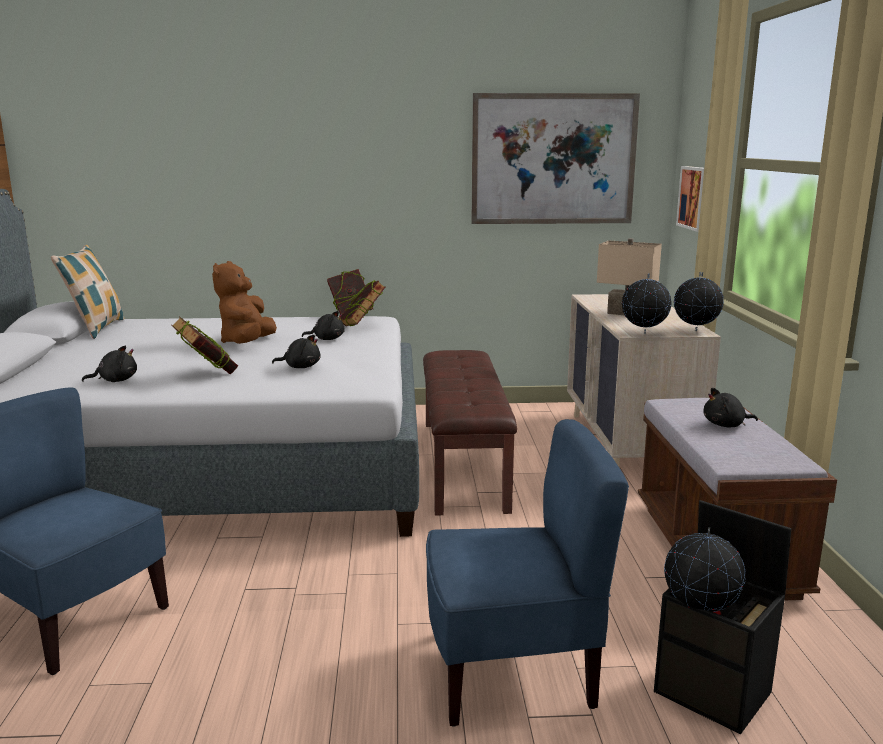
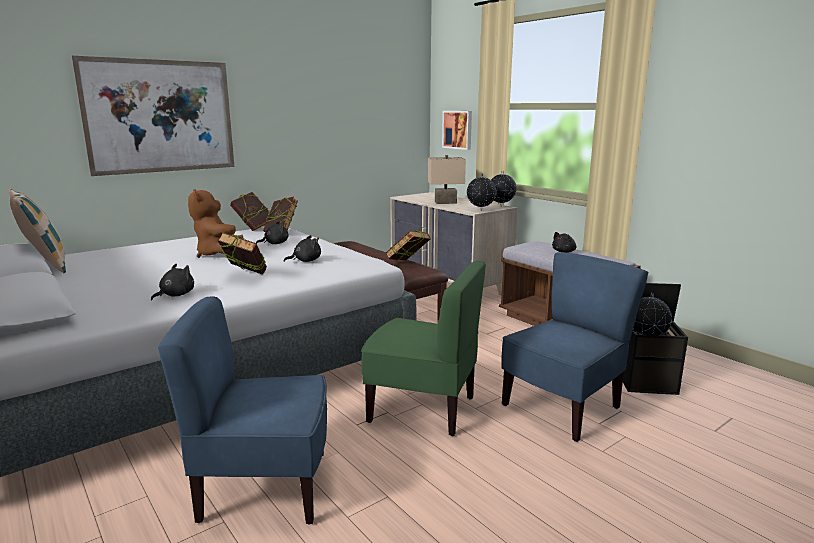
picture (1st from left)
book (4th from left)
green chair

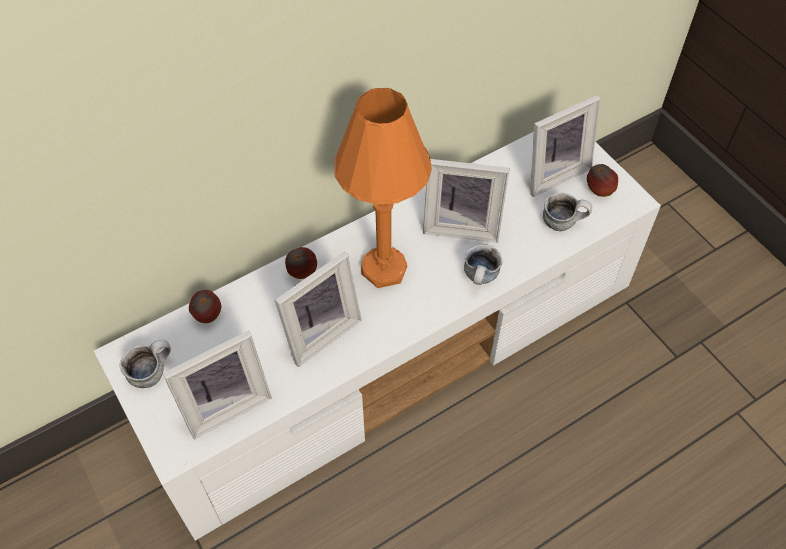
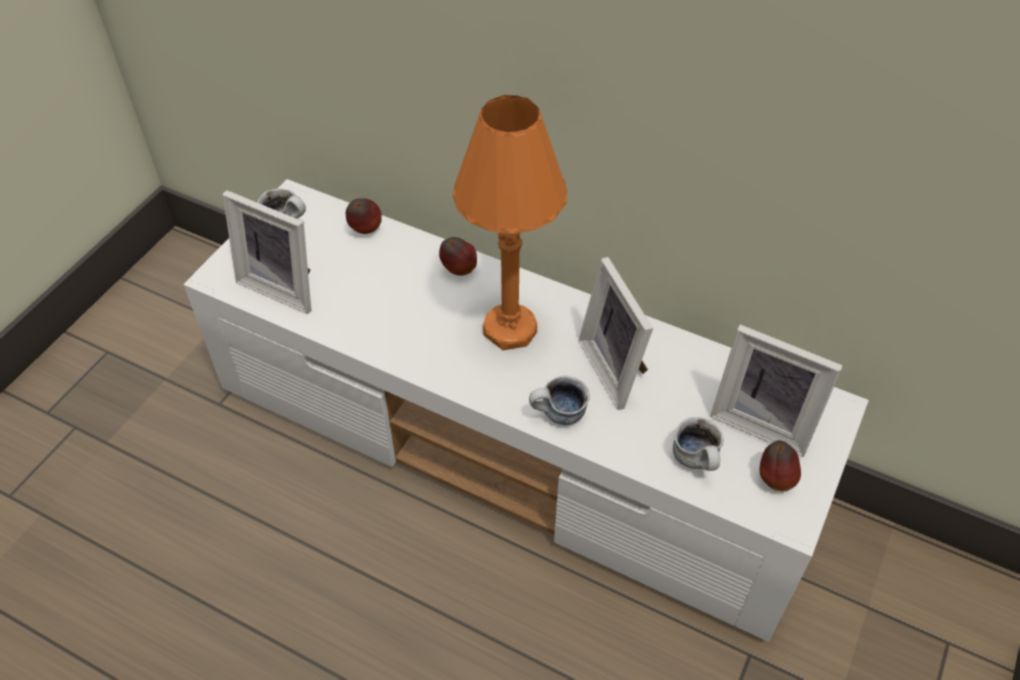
picture frame (2nd from left in the first image)

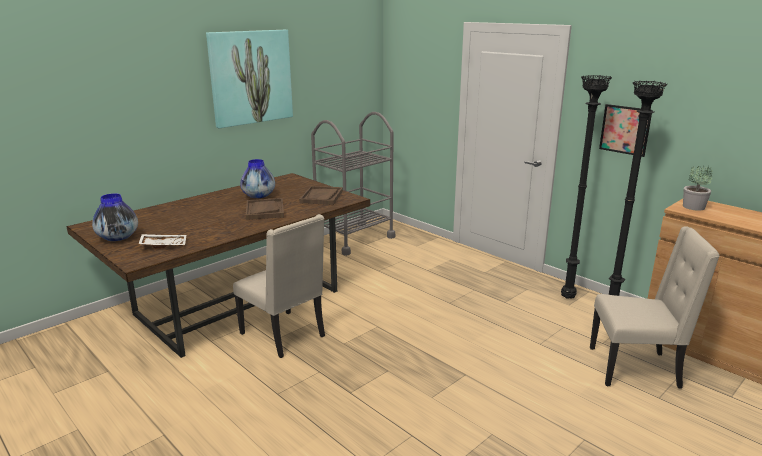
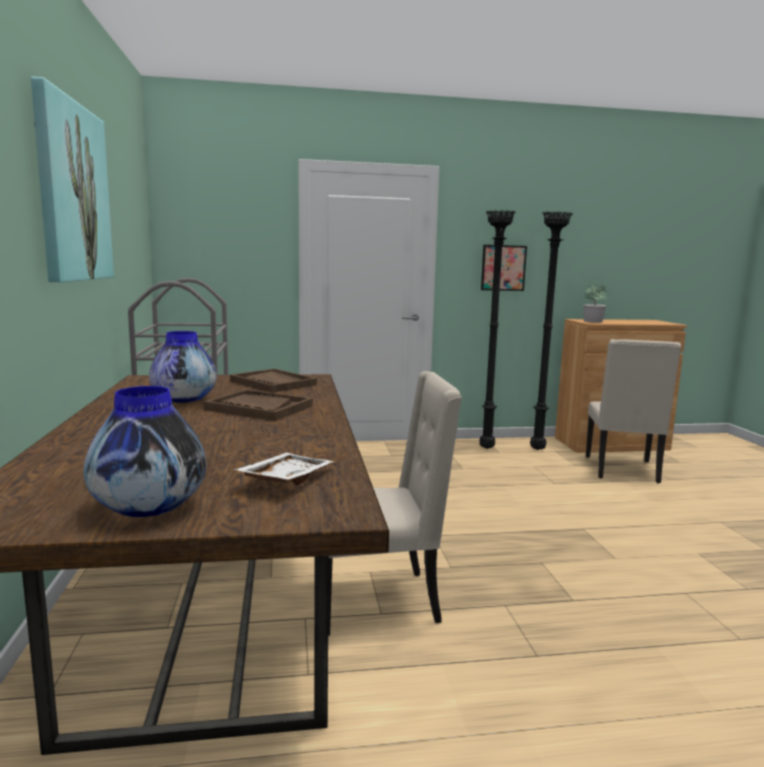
beige chair (2nd from left)

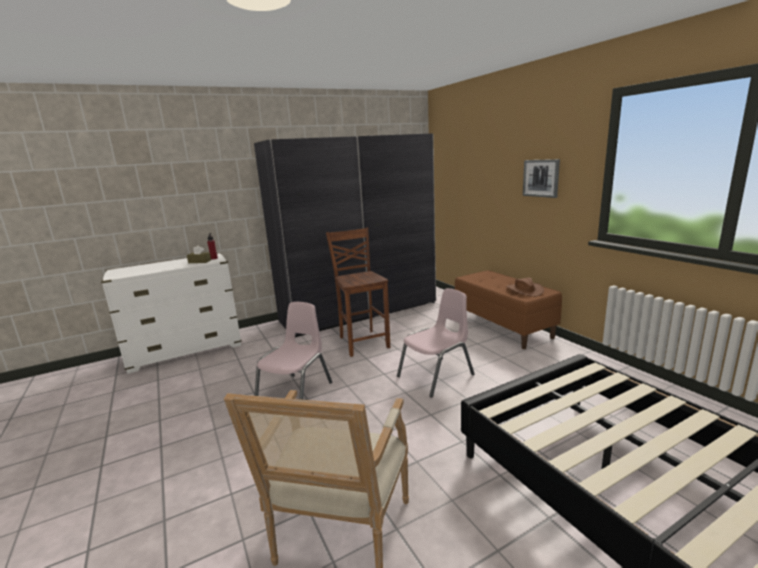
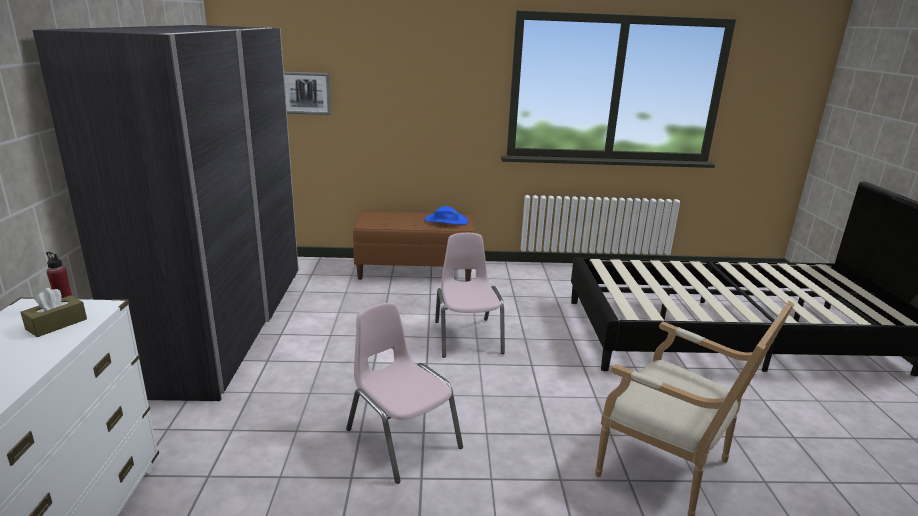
picture
brown chair
blue hat

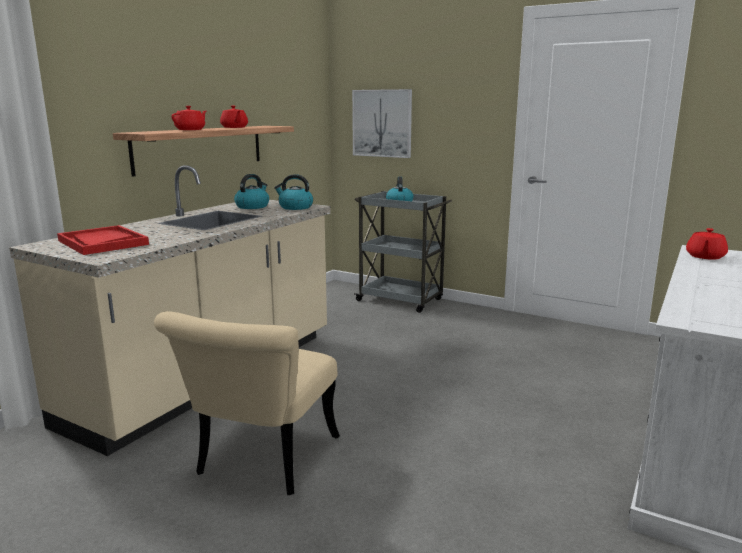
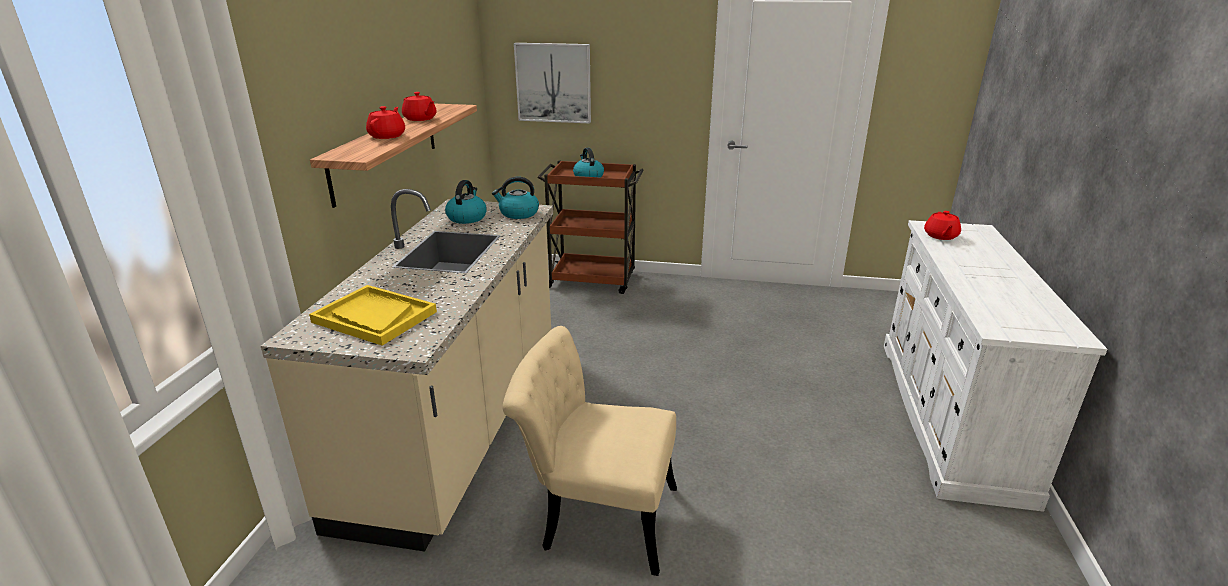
brown cart
yellow tray
beige chair

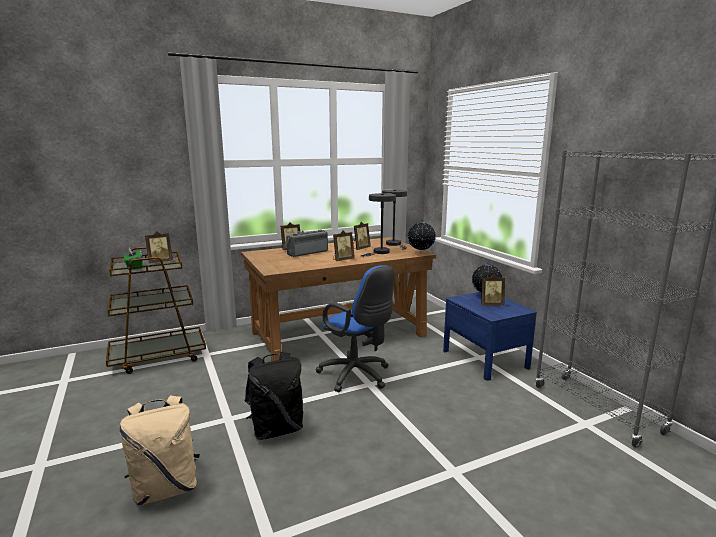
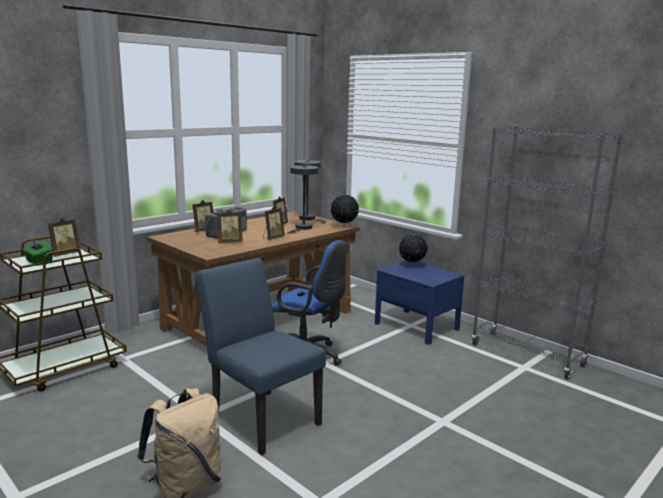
picture frame (3rd from left)
blue chair

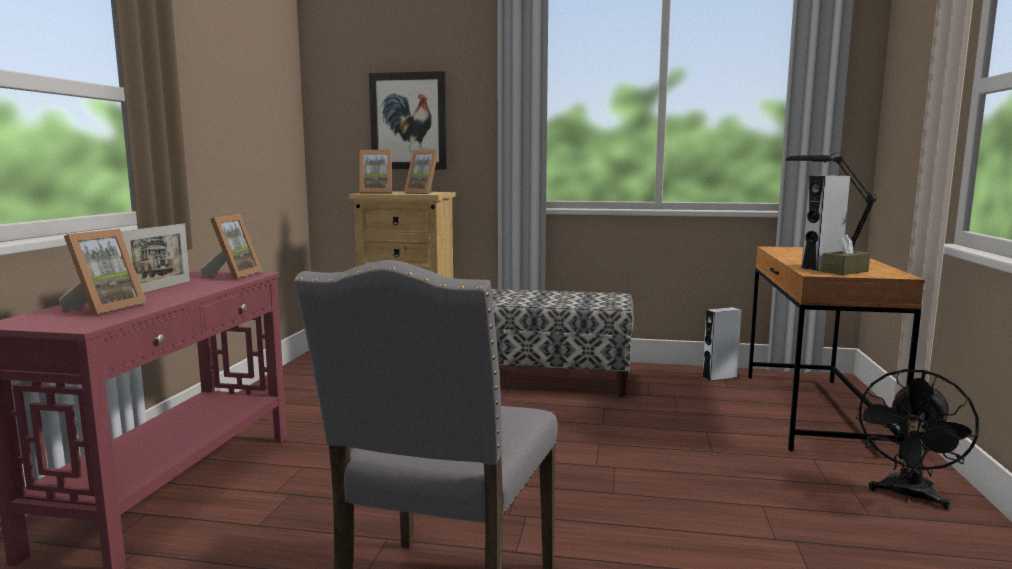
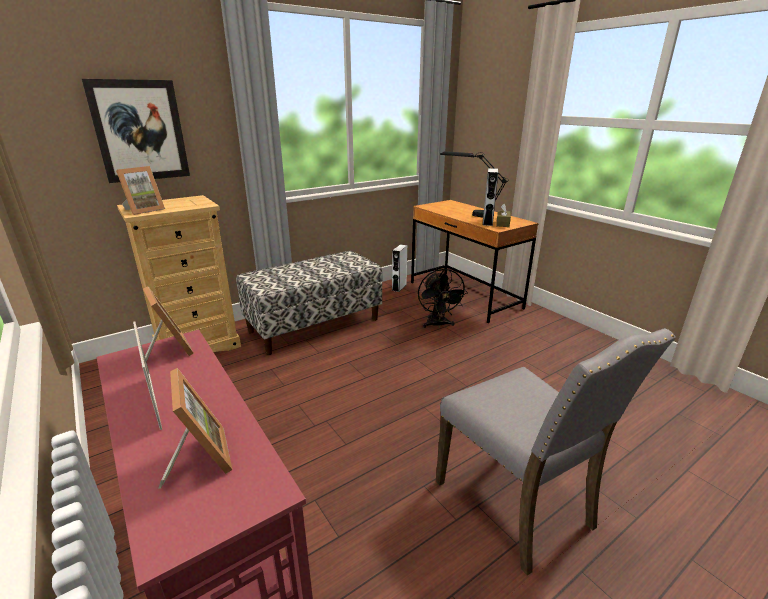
picture frame (5th from left in the first image)
black fan

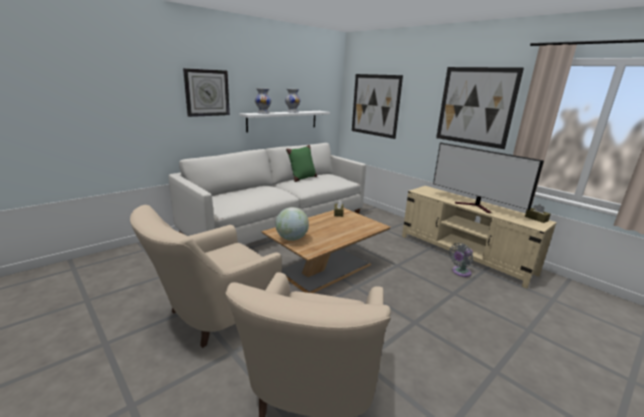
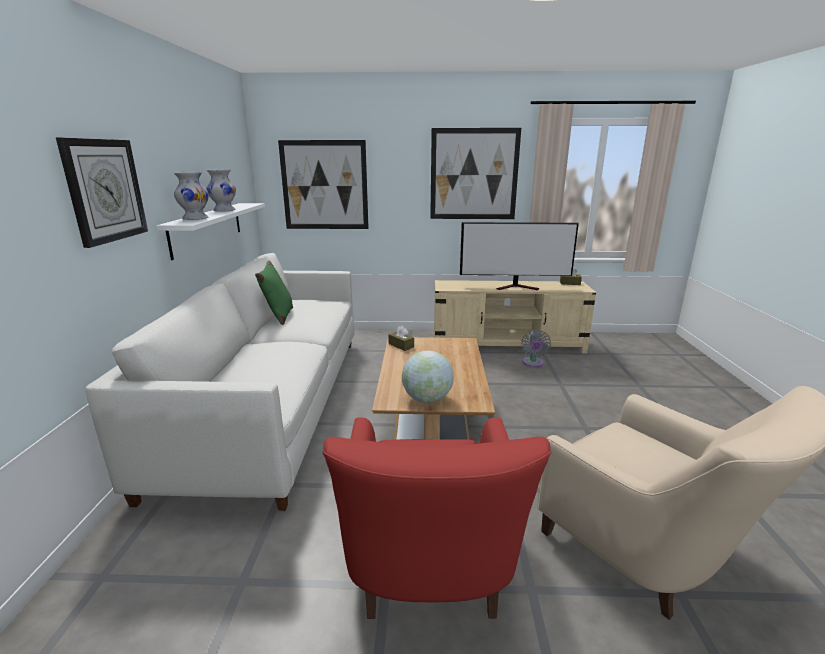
red armchair

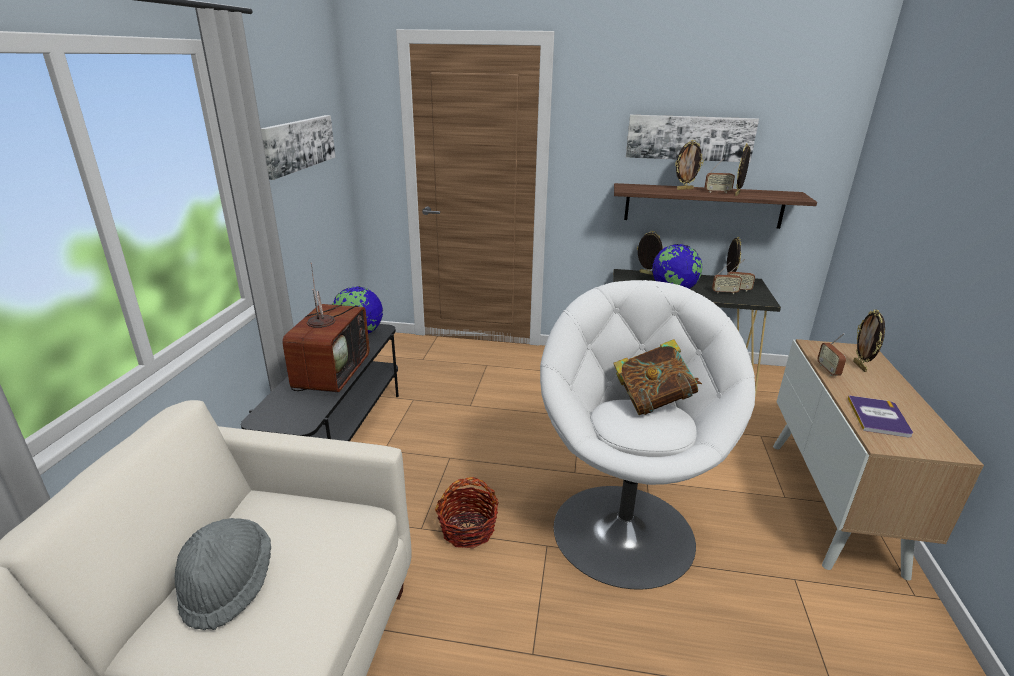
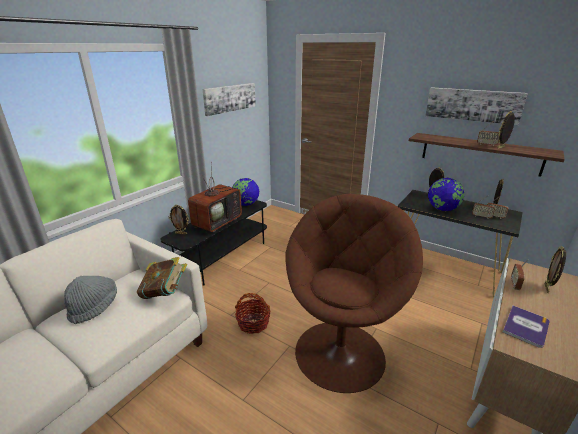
picture frame (1st from left)
brown armchair
book (1st from left)

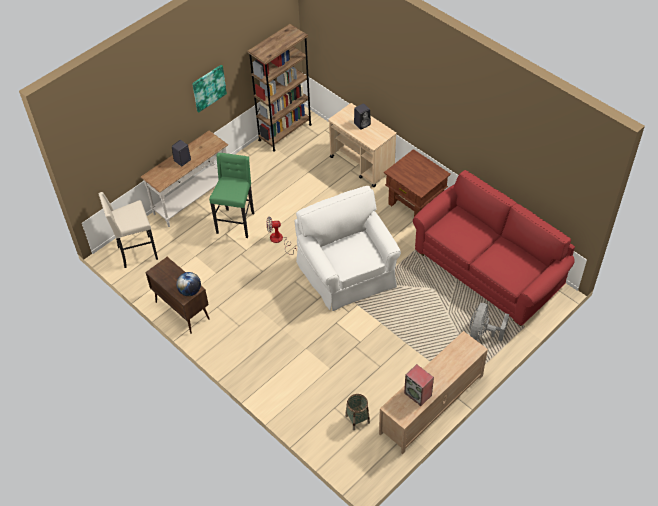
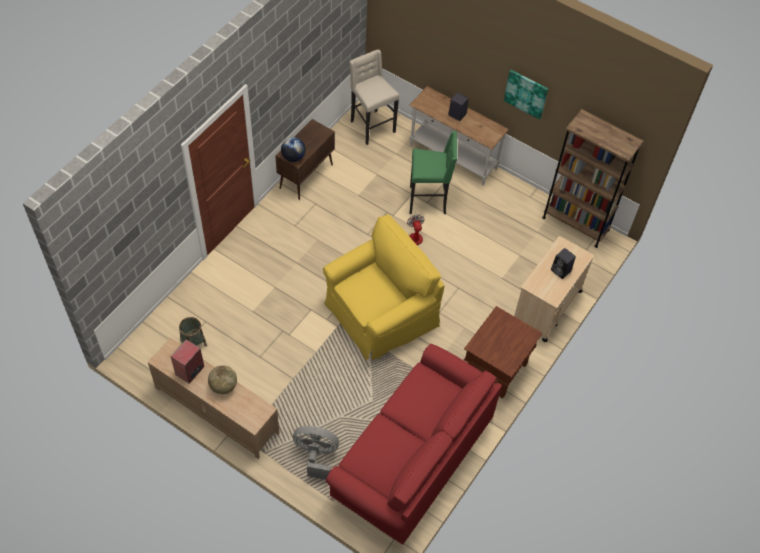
yellow armchair
globe (1st from left)

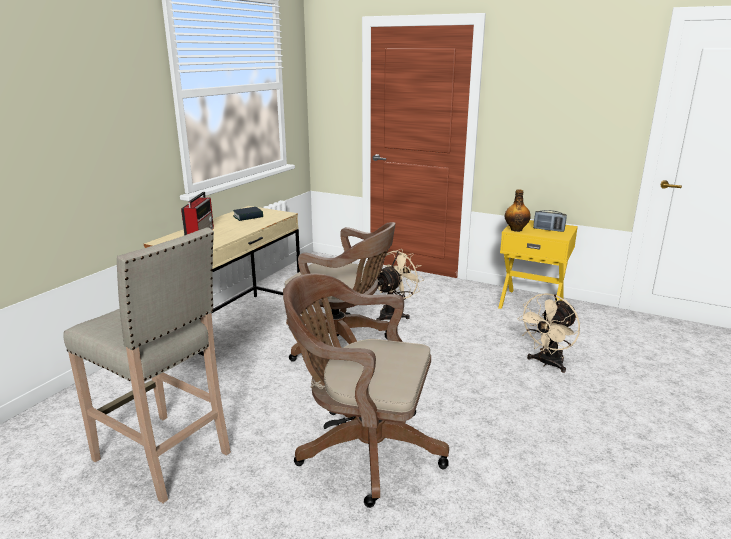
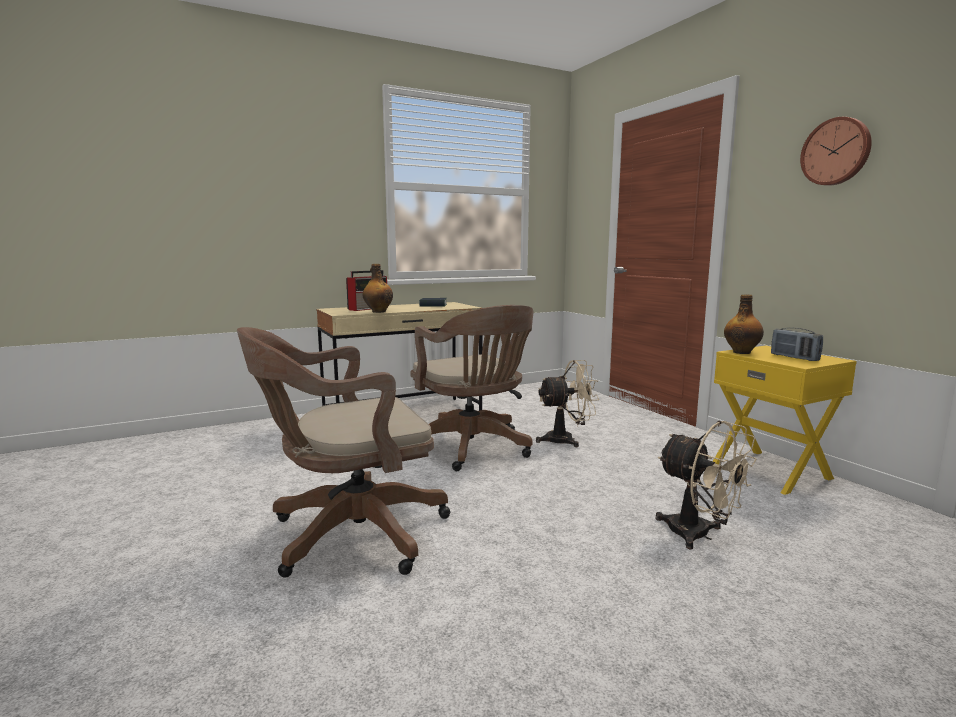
beige stool
brown office chair (1st from left)
beige fan (2nd from left)
wall clock
bottle (1st from left)

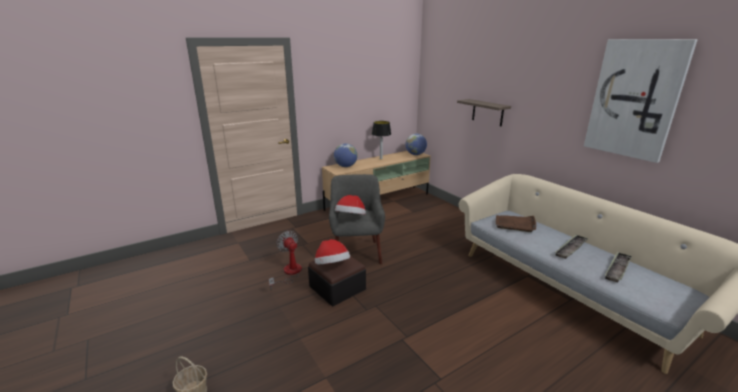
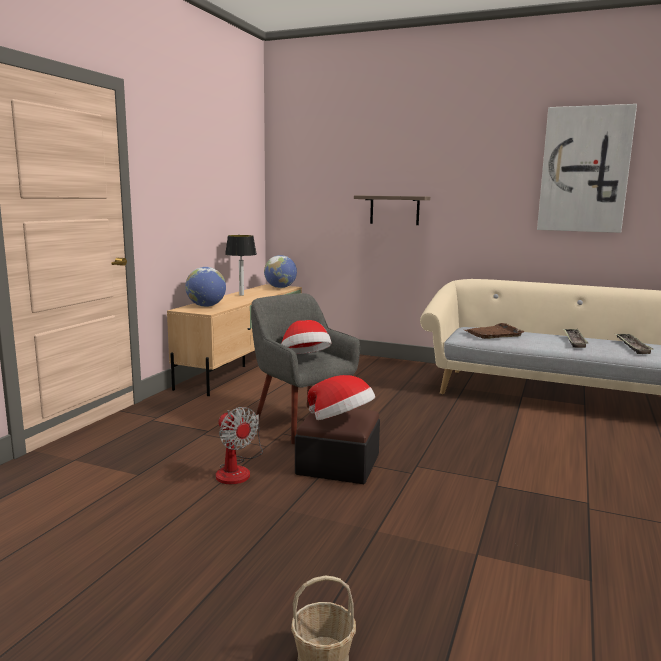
fan

